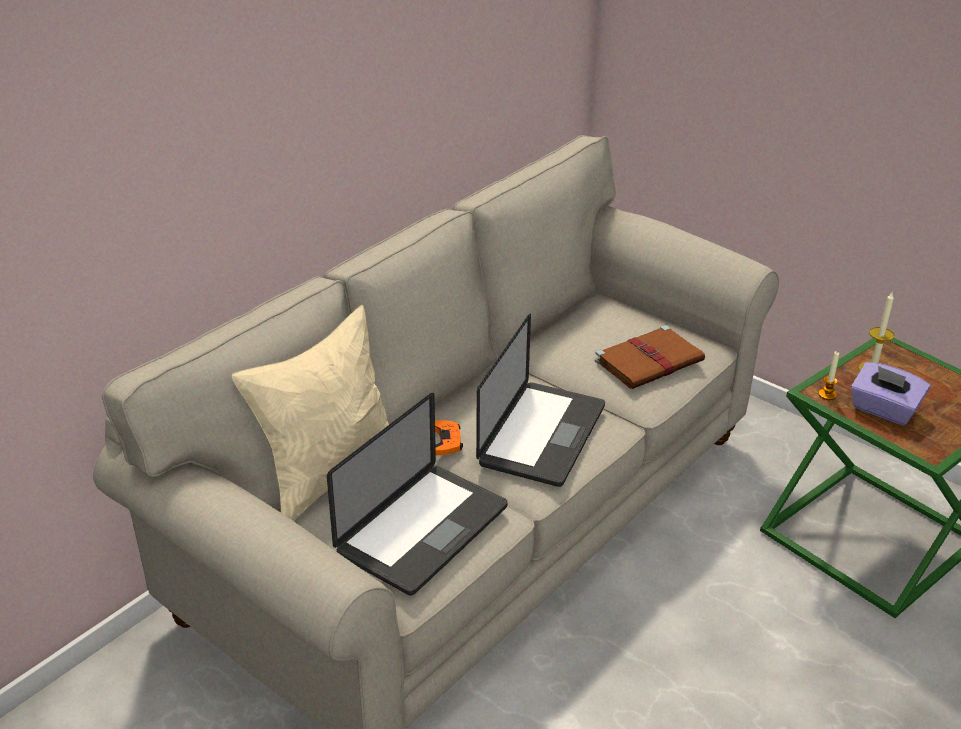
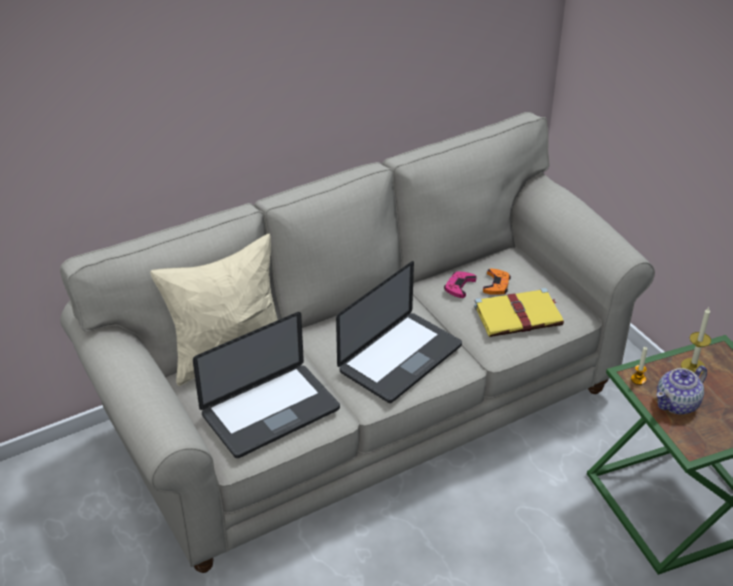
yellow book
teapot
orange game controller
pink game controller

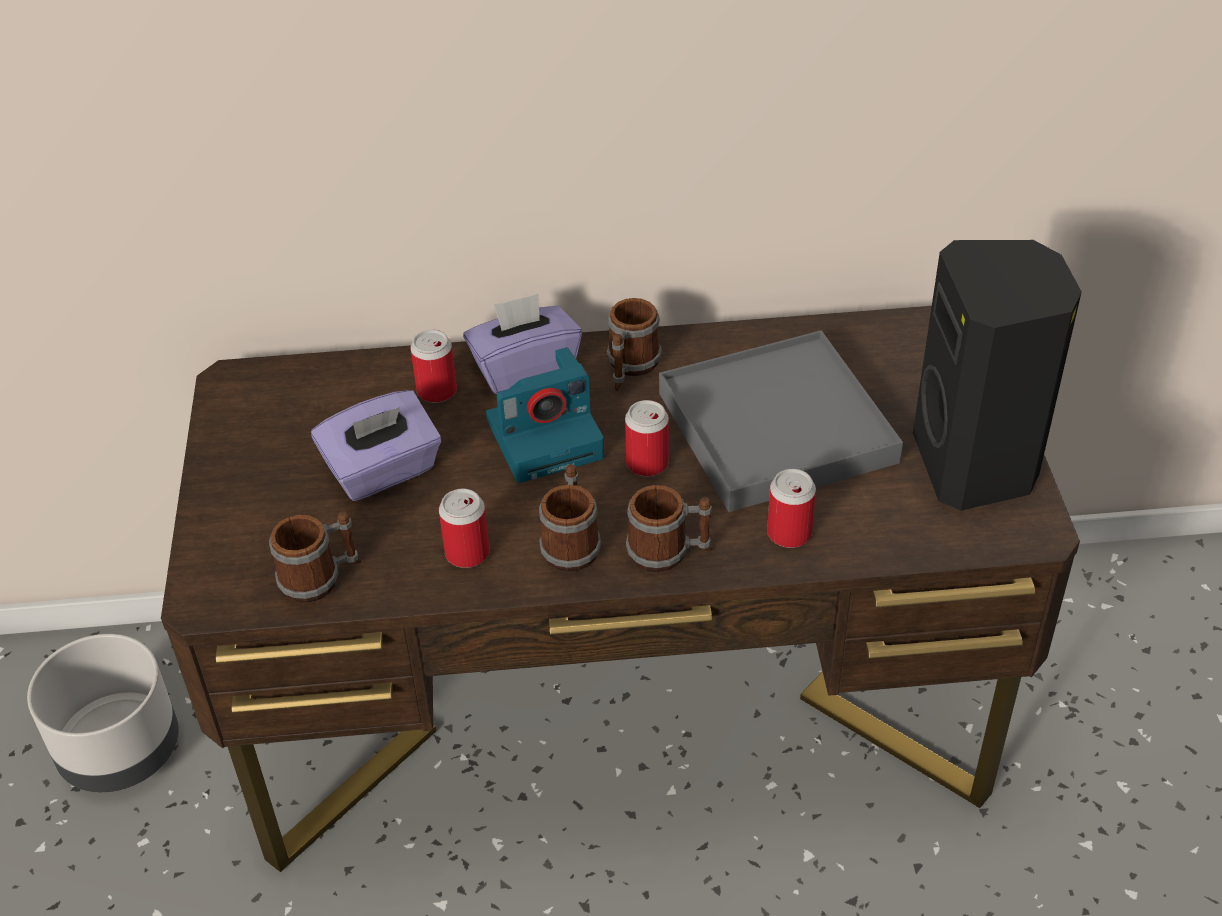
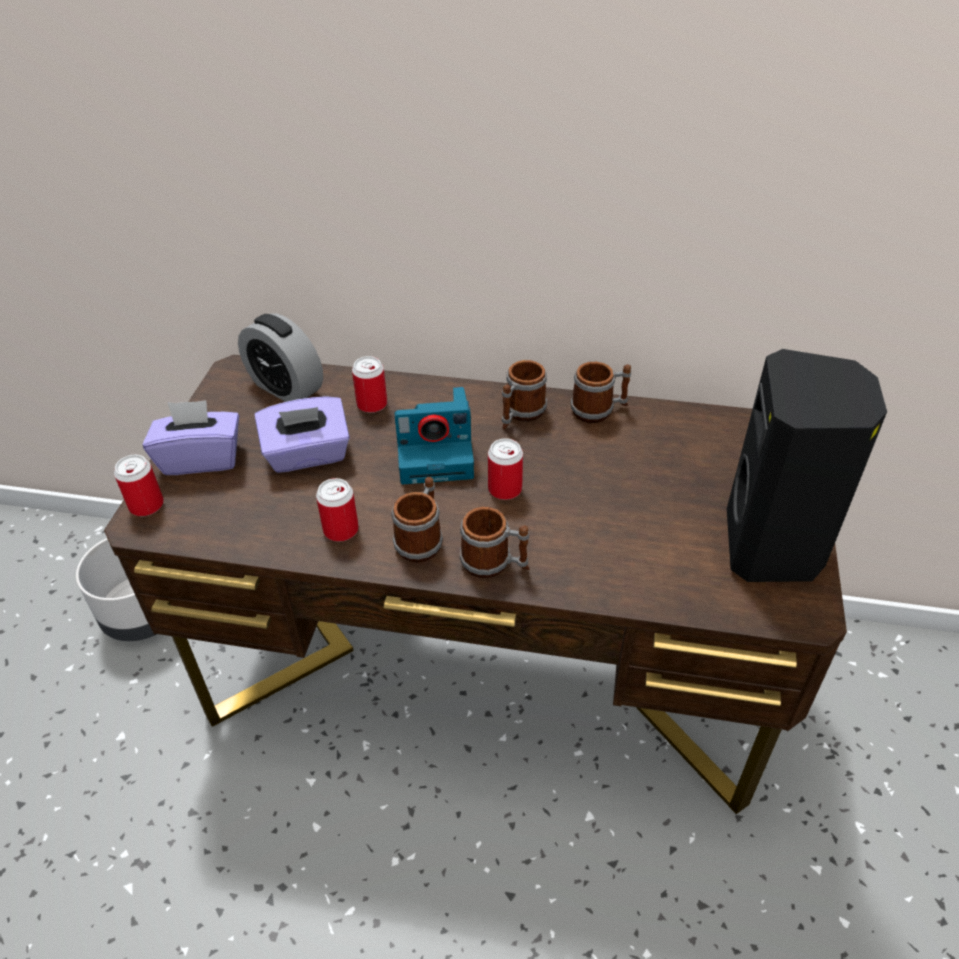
purple tissue box (1st from left)
grey tray
can (1st from left)
mug (4th from left)
alarm clock

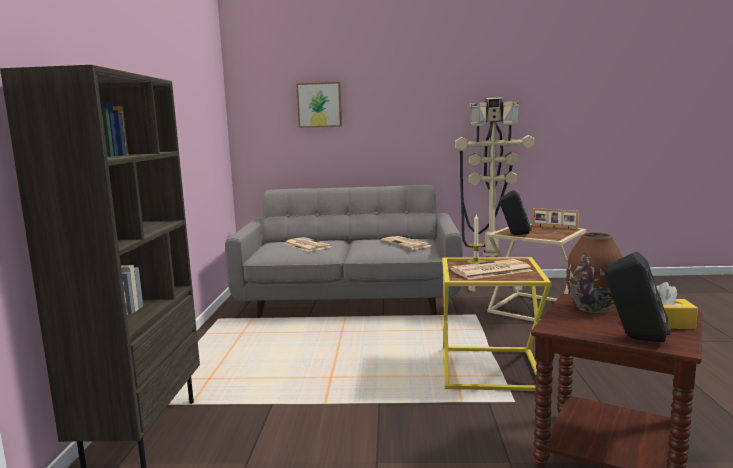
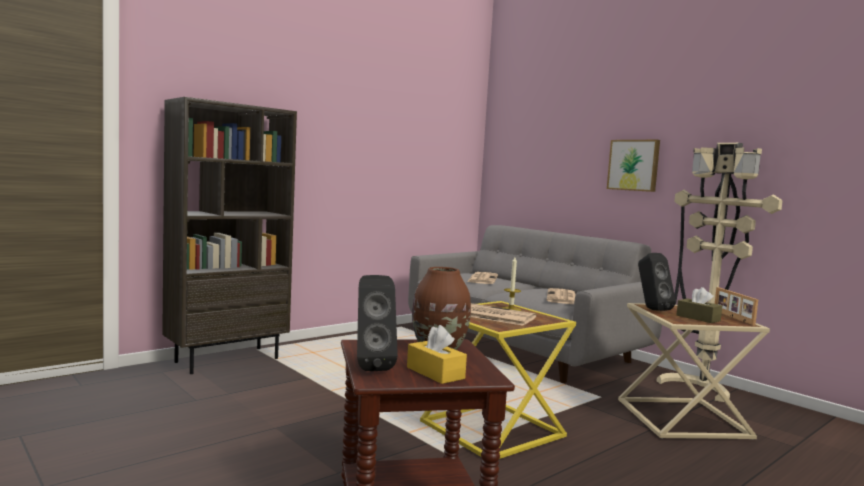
picture
brown tissue box

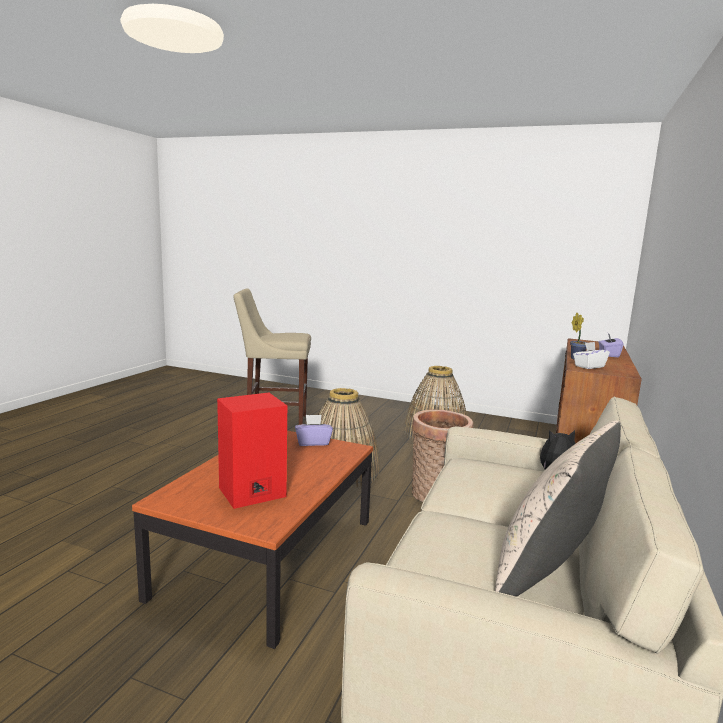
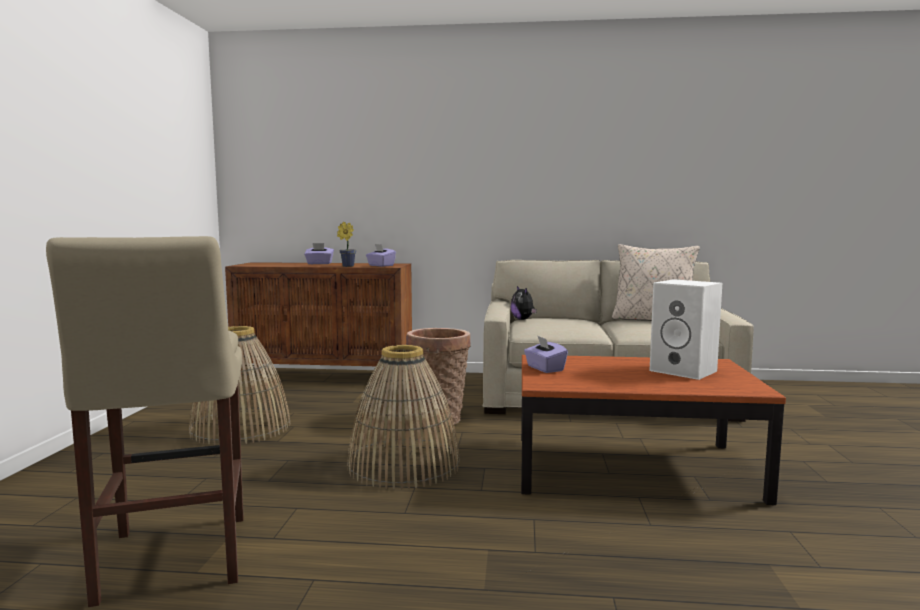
purple tissue box (2nd from left)
white speaker

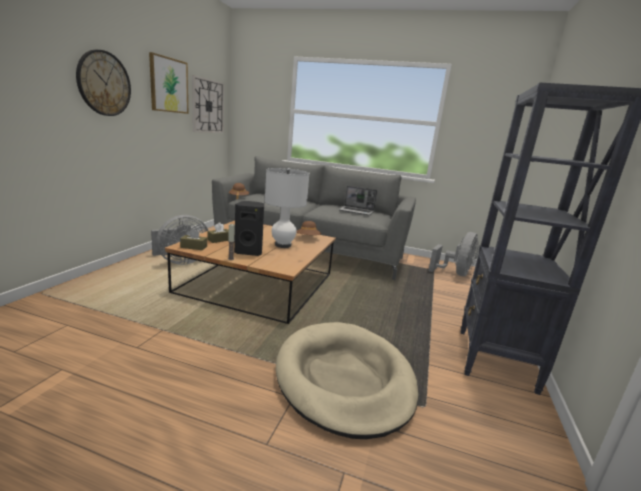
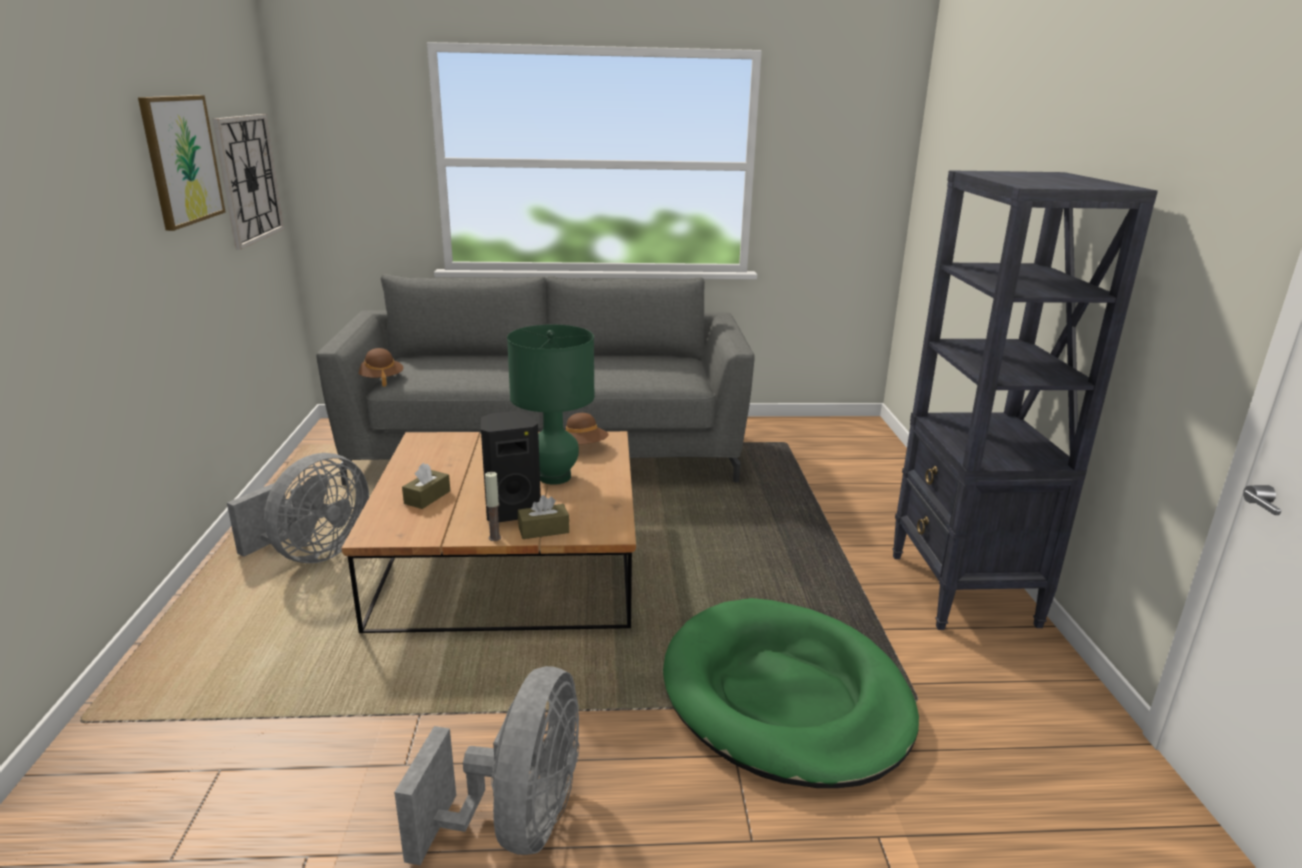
wall clock (1st from left in the first image)
green table lamp
laptop
brown tissue box (2nd from left)
grey fan (2nd from left)
green dog bed

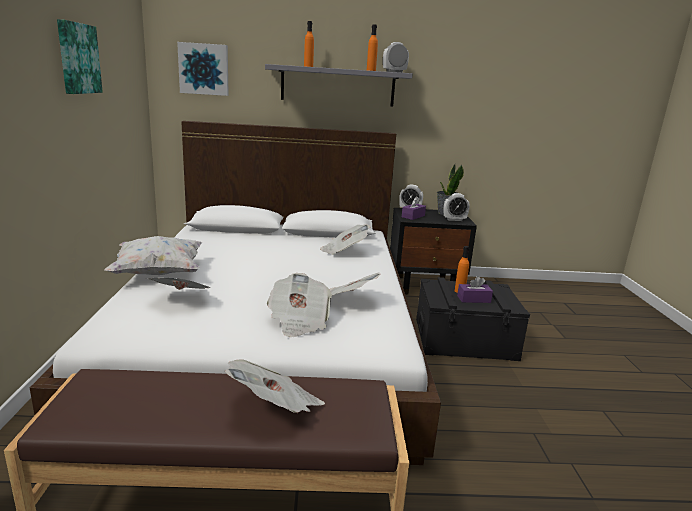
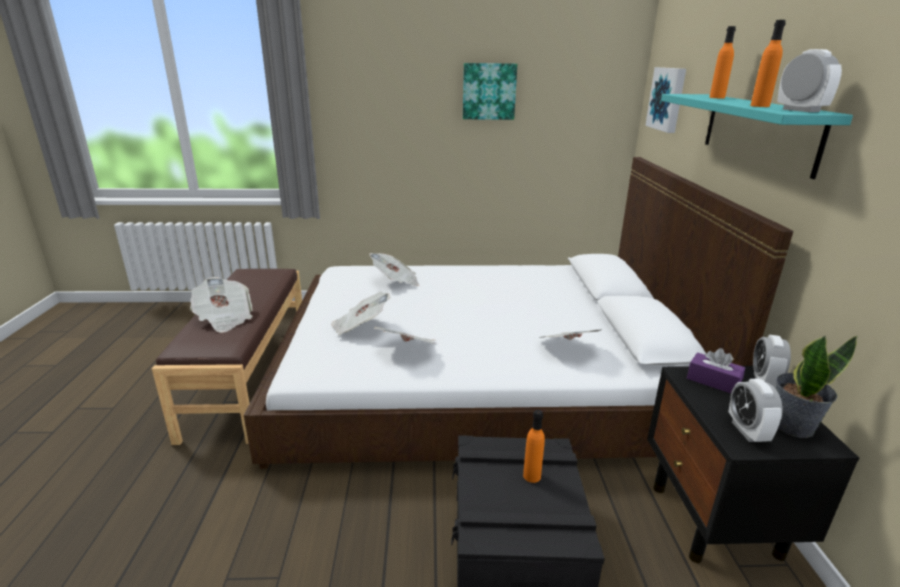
turquoise shelf
white pillow
purple tissue box (2nd from left in the first image)

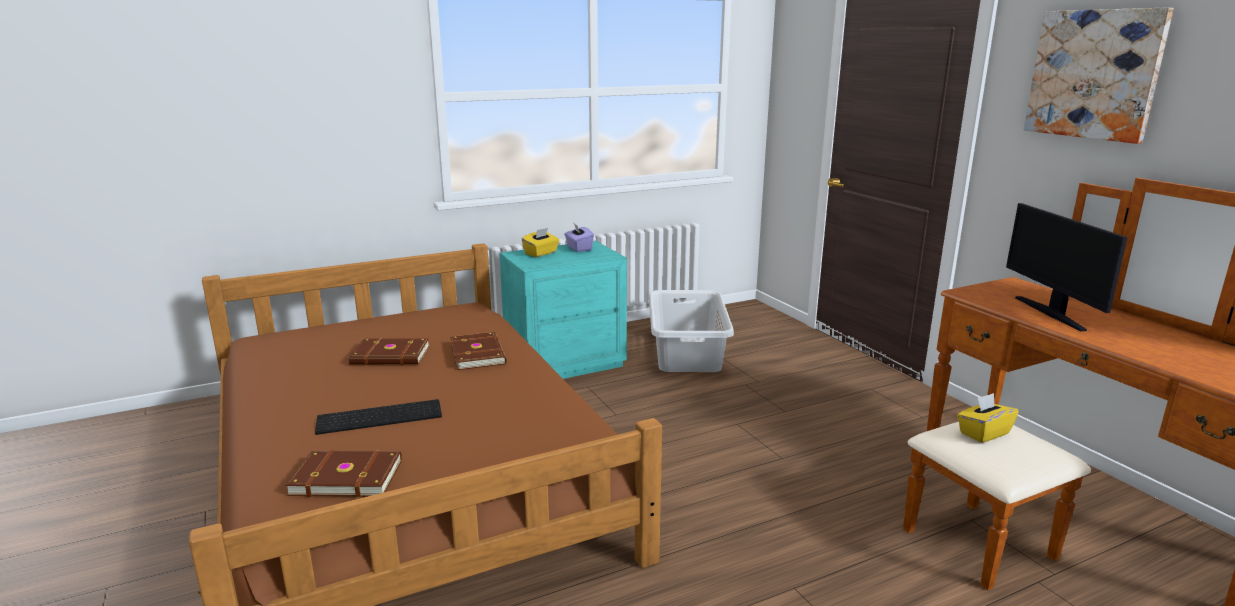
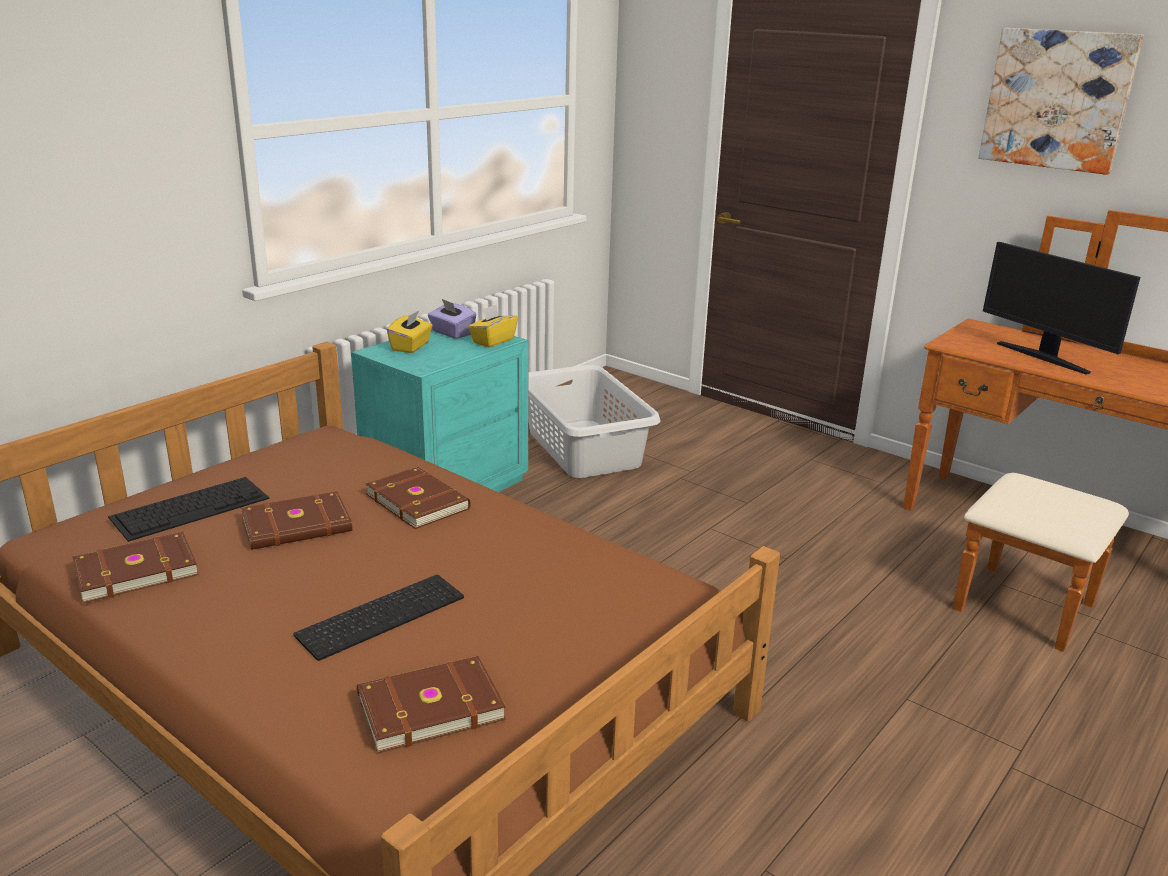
yellow tissue box (2nd from left)
keyboard (1st from left)
brown book (1st from left)

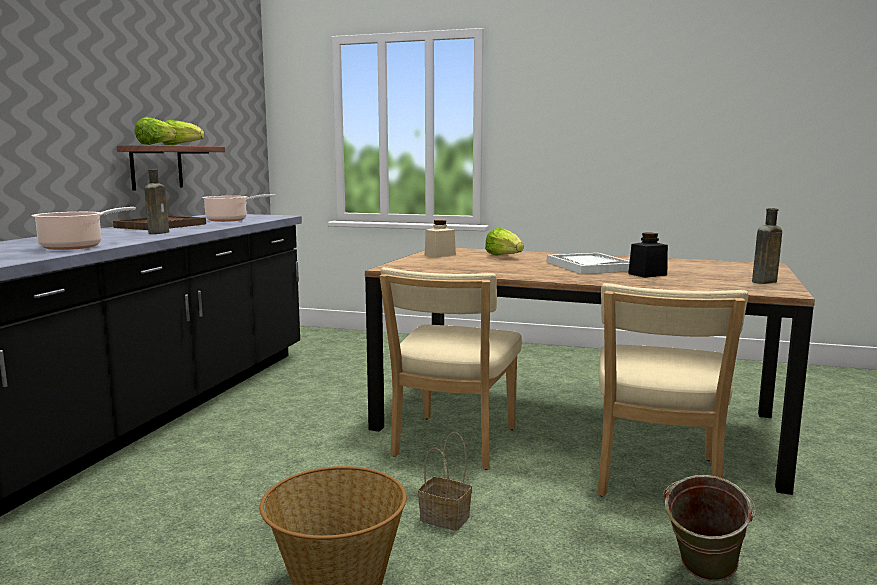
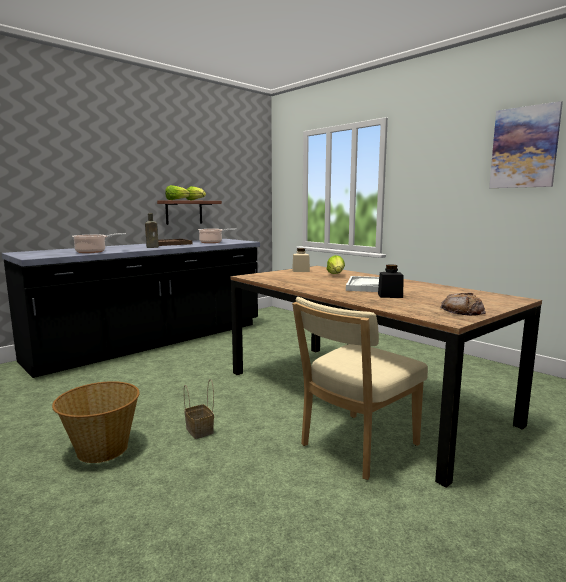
bread
beige chair (1st from left in the first image)
green bucket
picture

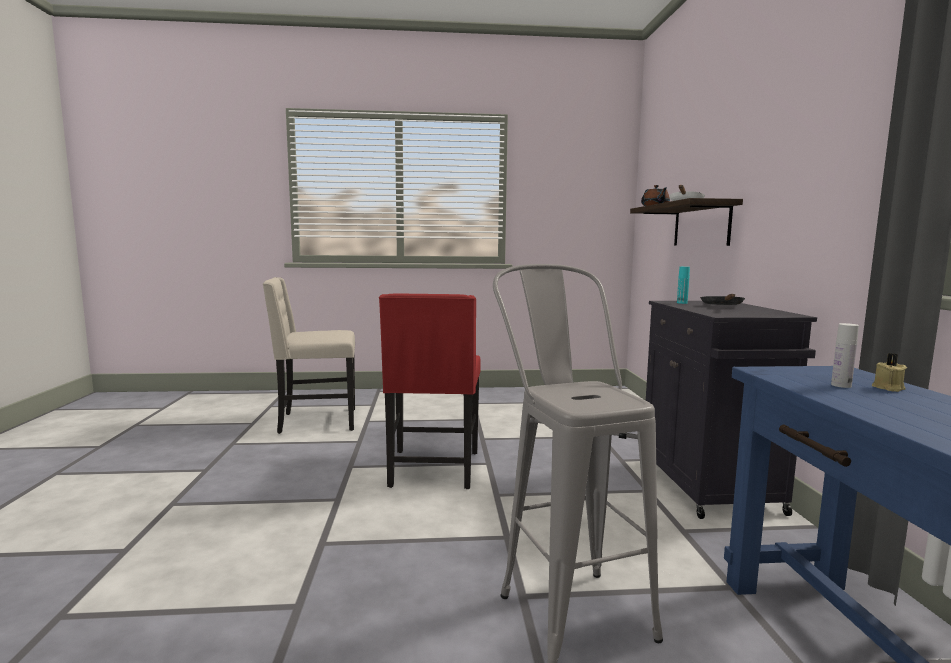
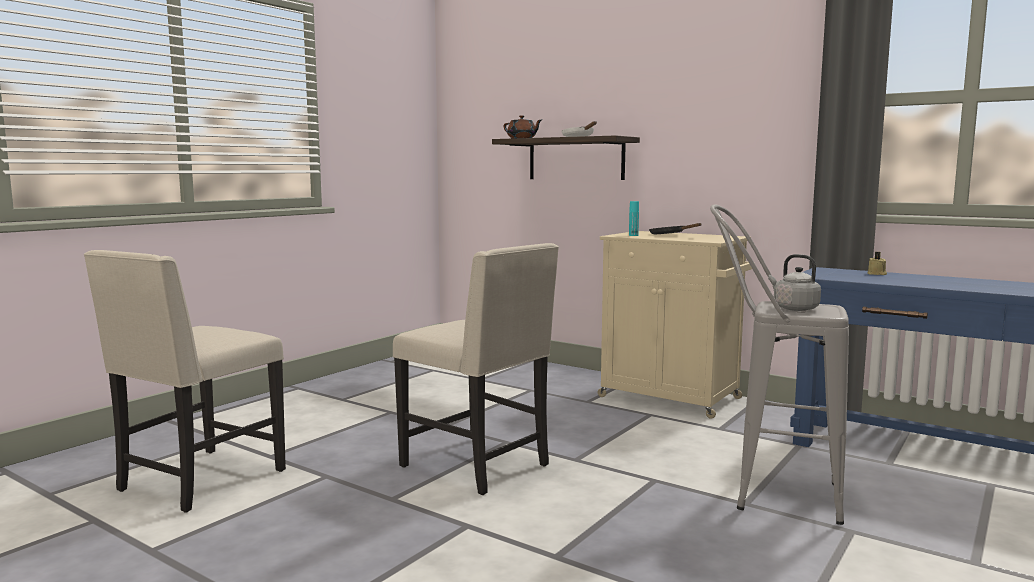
beige chair (2nd from left)
beige cabinet
white bottle
grey kettle

